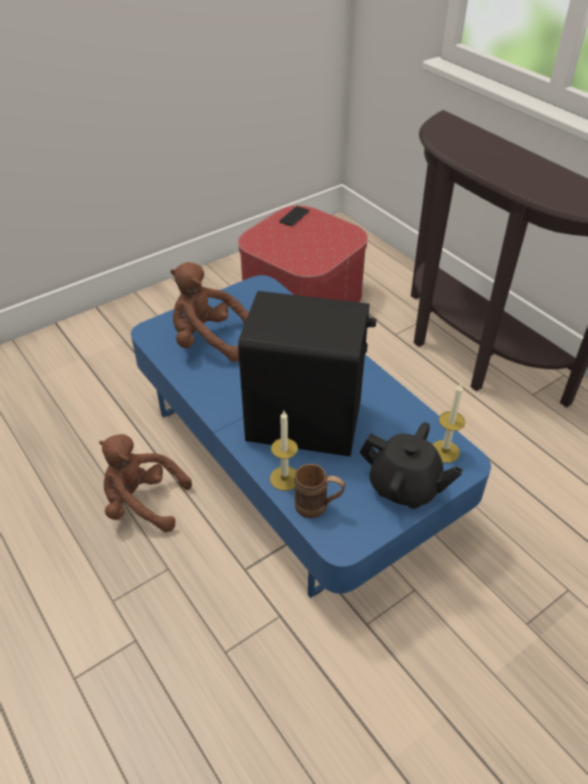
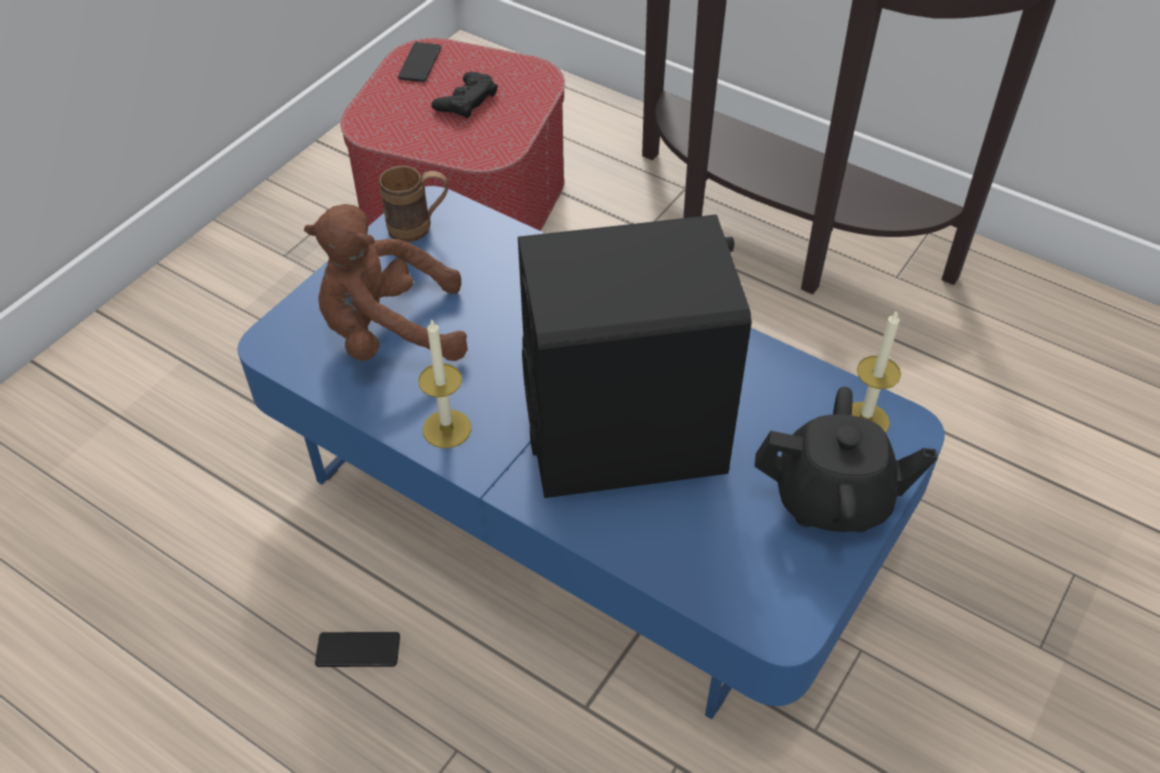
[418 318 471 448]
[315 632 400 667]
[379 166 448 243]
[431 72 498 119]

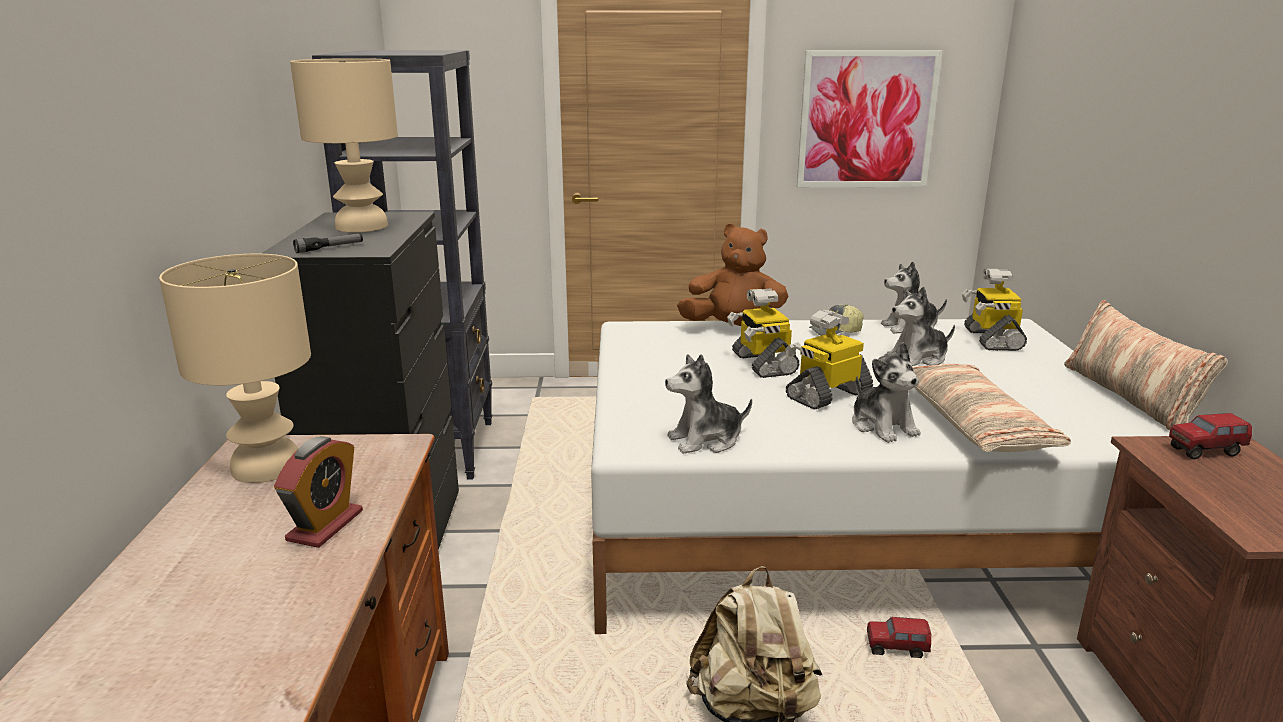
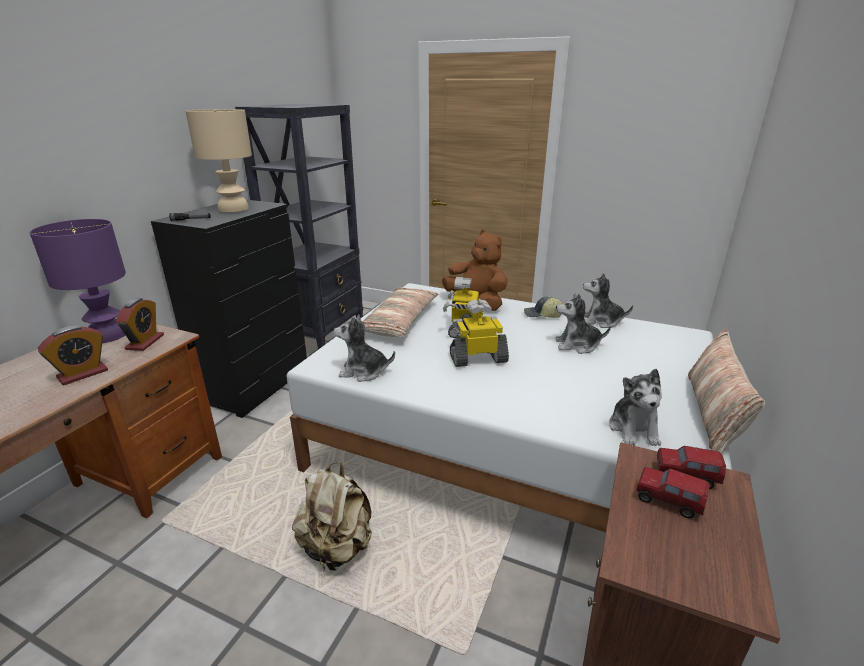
[797 50 943 187] (first image)
[30 219 126 343]
[962 269 1027 351] (first image)
[609 369 662 446]
[363 287 438 337]
[637 467 710 519]
[116 298 164 351]

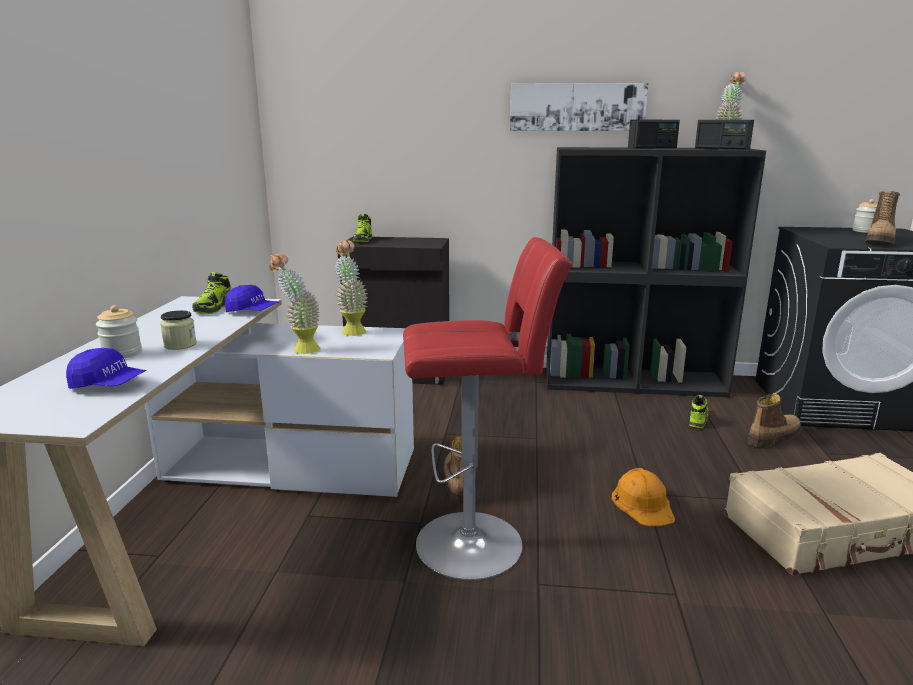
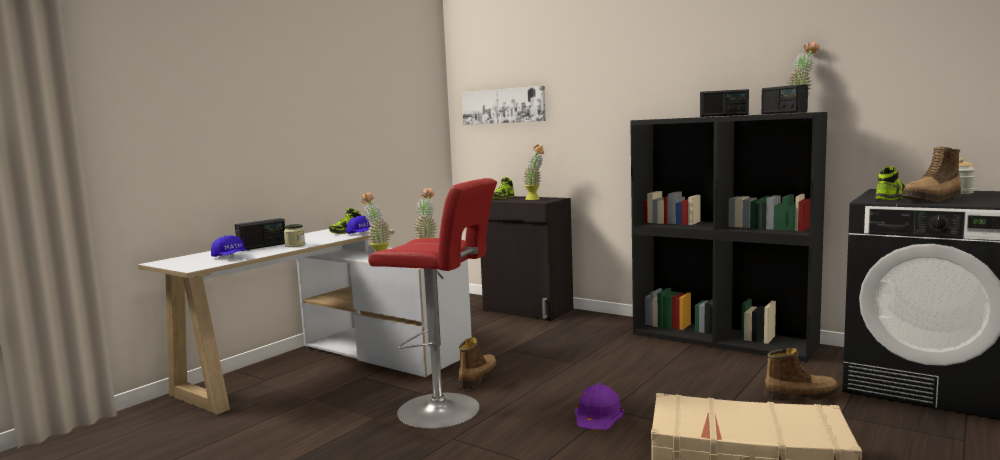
[462 86 546 125]
[235 218 285 251]
[876 166 906 200]
[575 383 624 430]
[523 145 544 200]

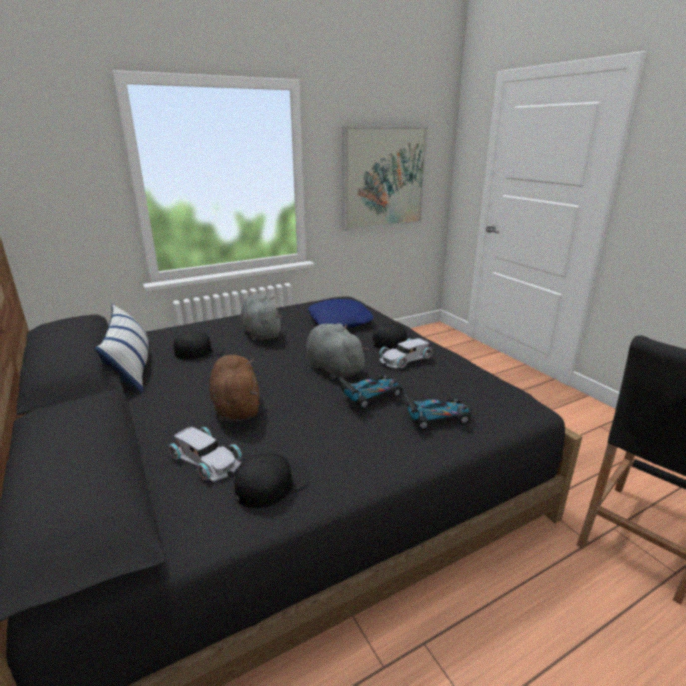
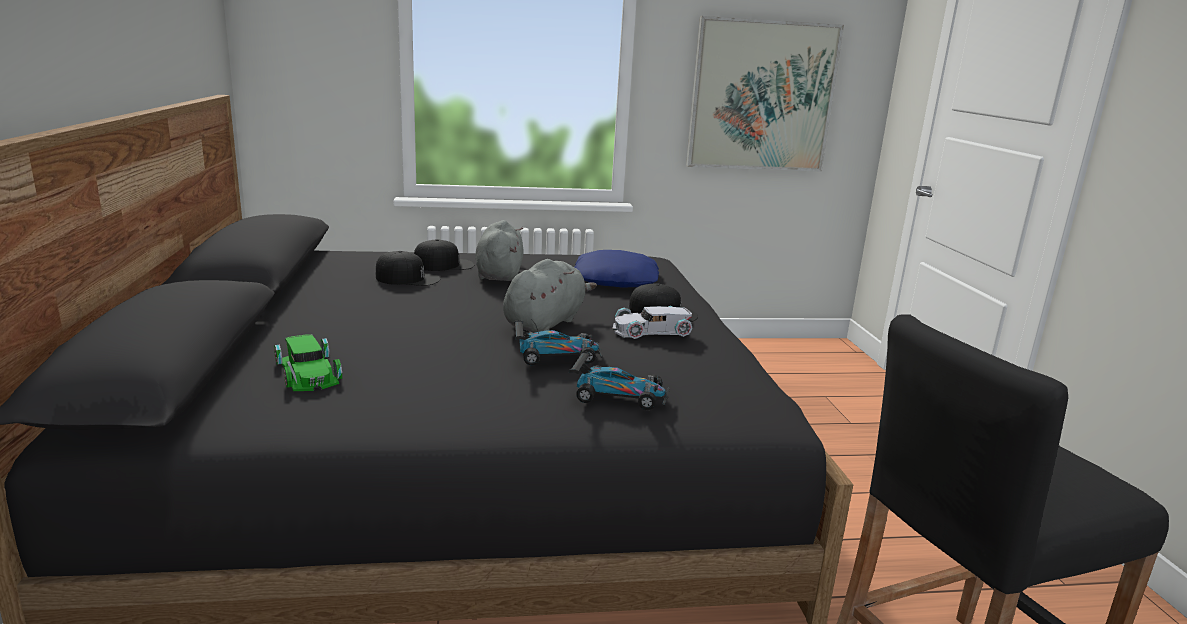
[95 304 149 393] (first image)
[503 259 597 333]
[209 355 259 422] (first image)
[274 334 342 391]
[414 239 474 271]

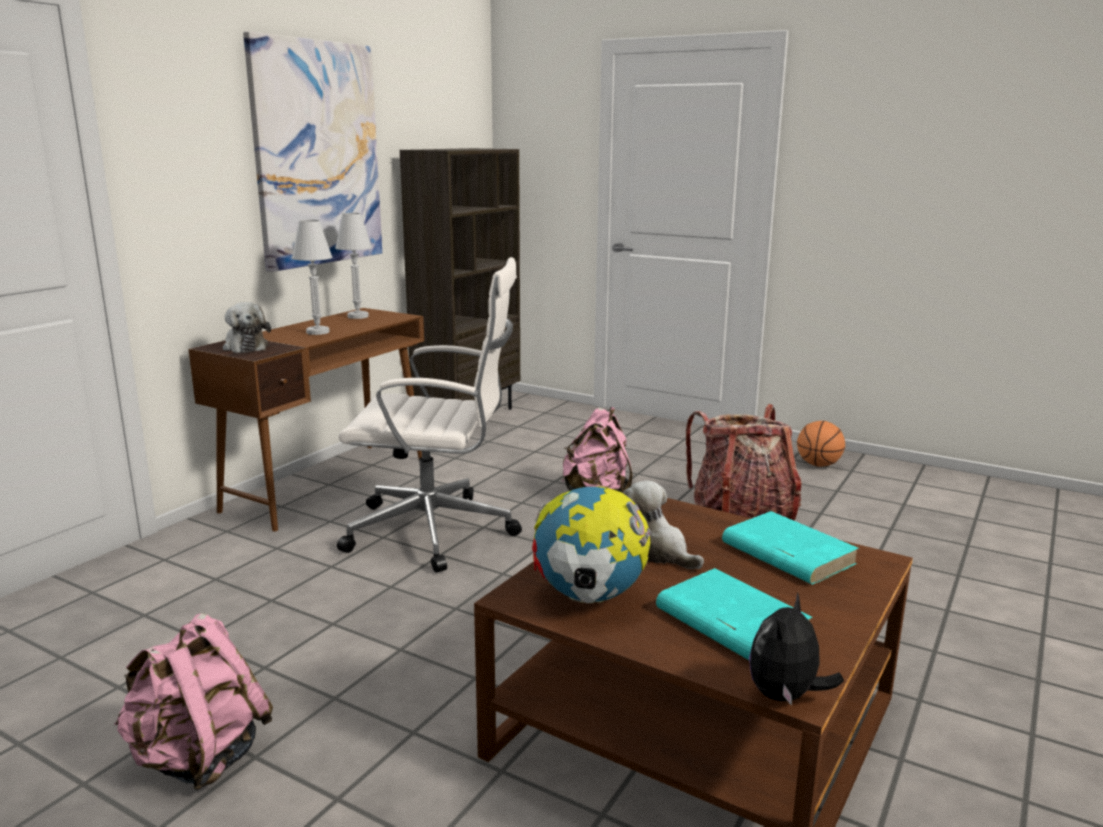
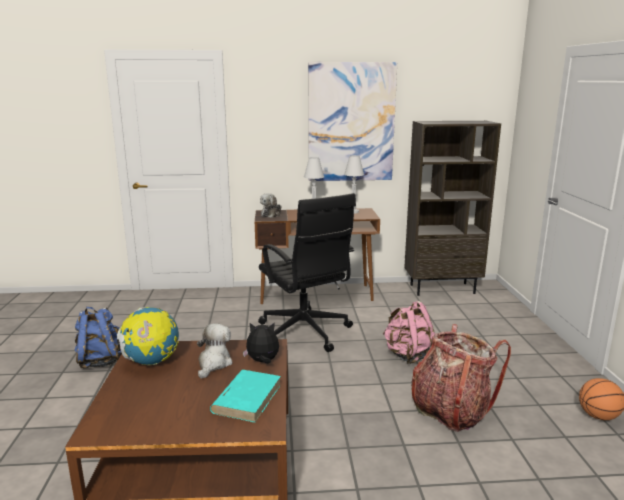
[258 193 356 352]
[656 568 813 660] (first image)
[243 323 279 364]
[75 307 122 369]

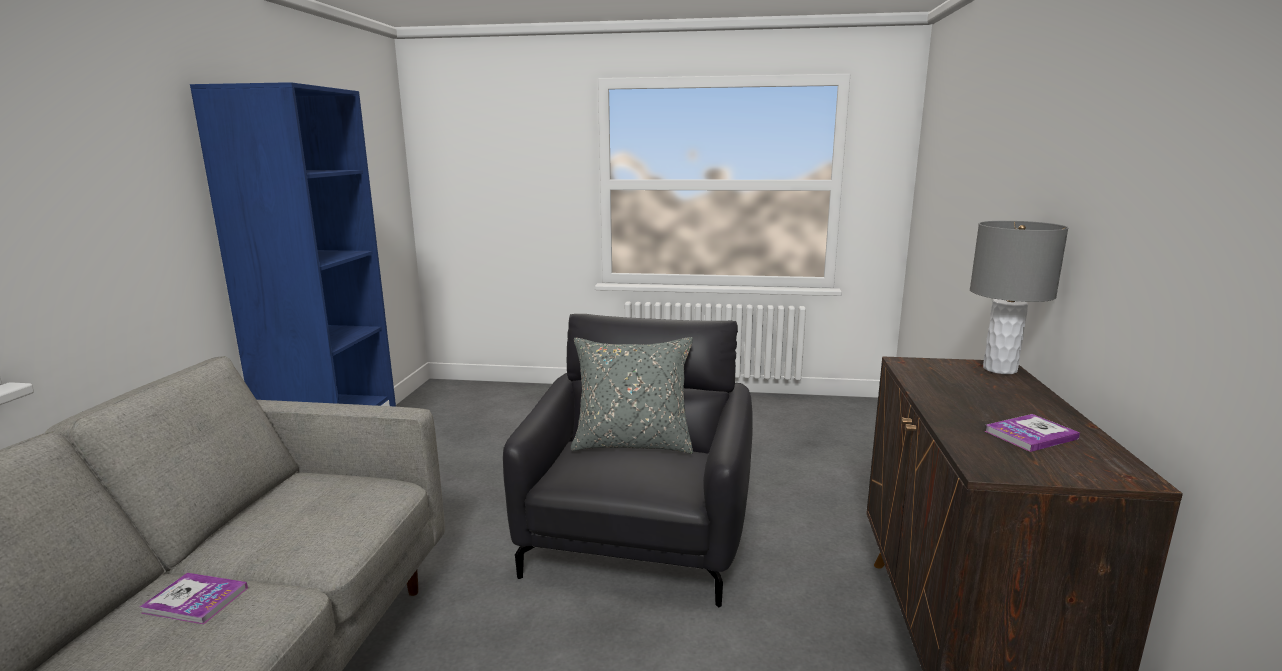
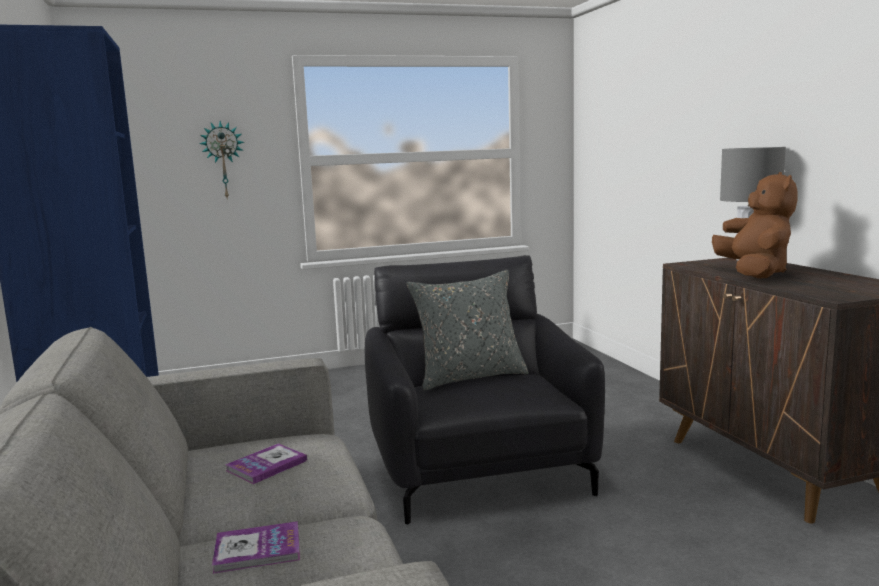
[225 443 307 484]
[199 121 244 200]
[712 172 797 279]

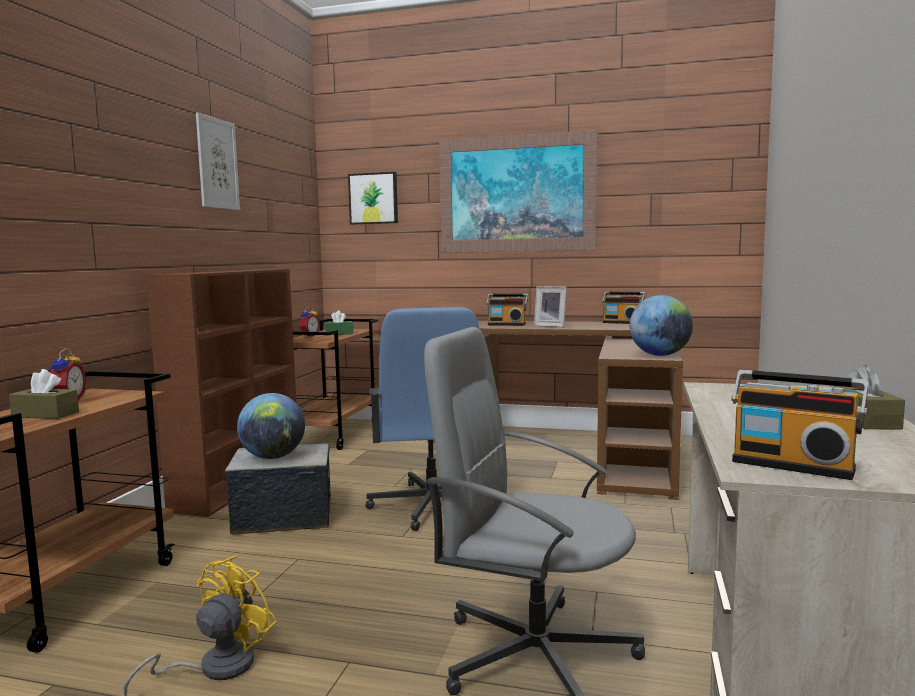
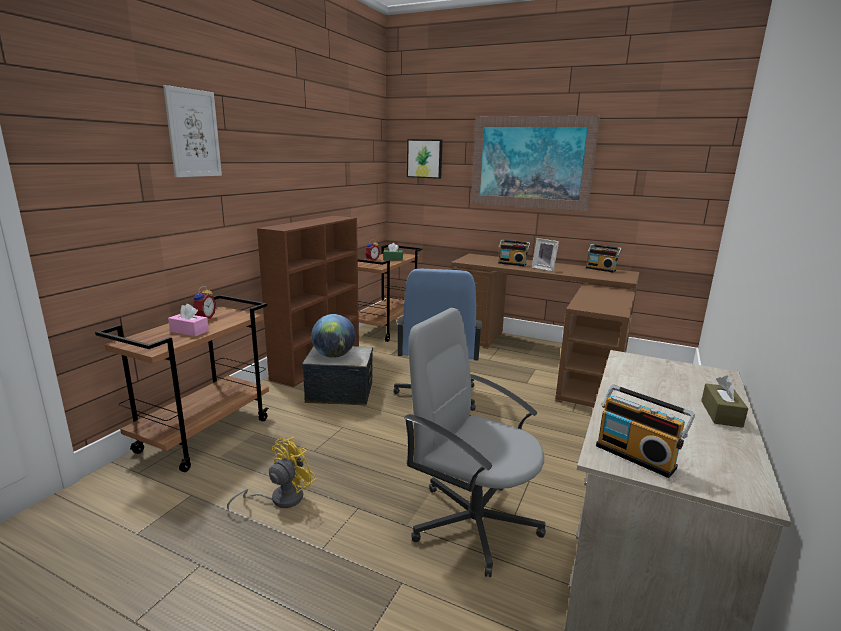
[163 85 222 177]
[630 295 693 356] (first image)
[168 304 209 336]

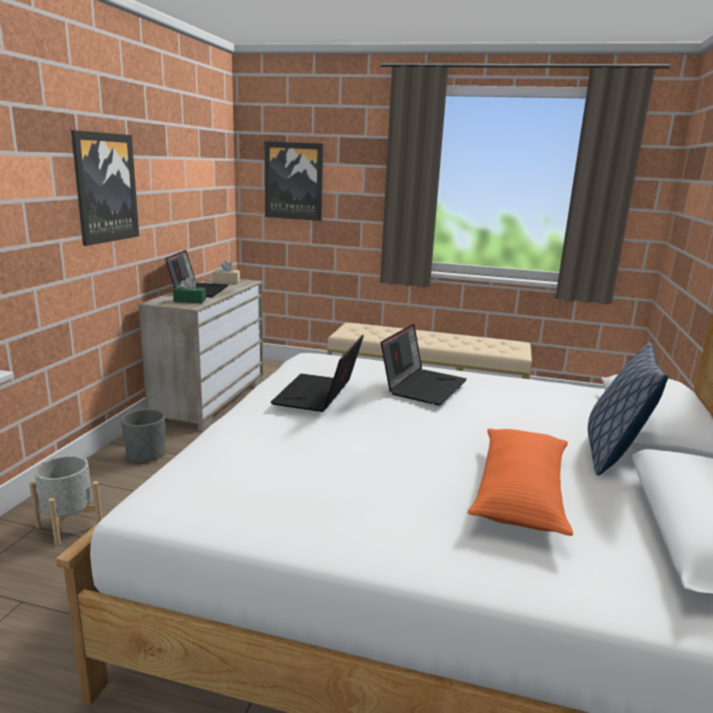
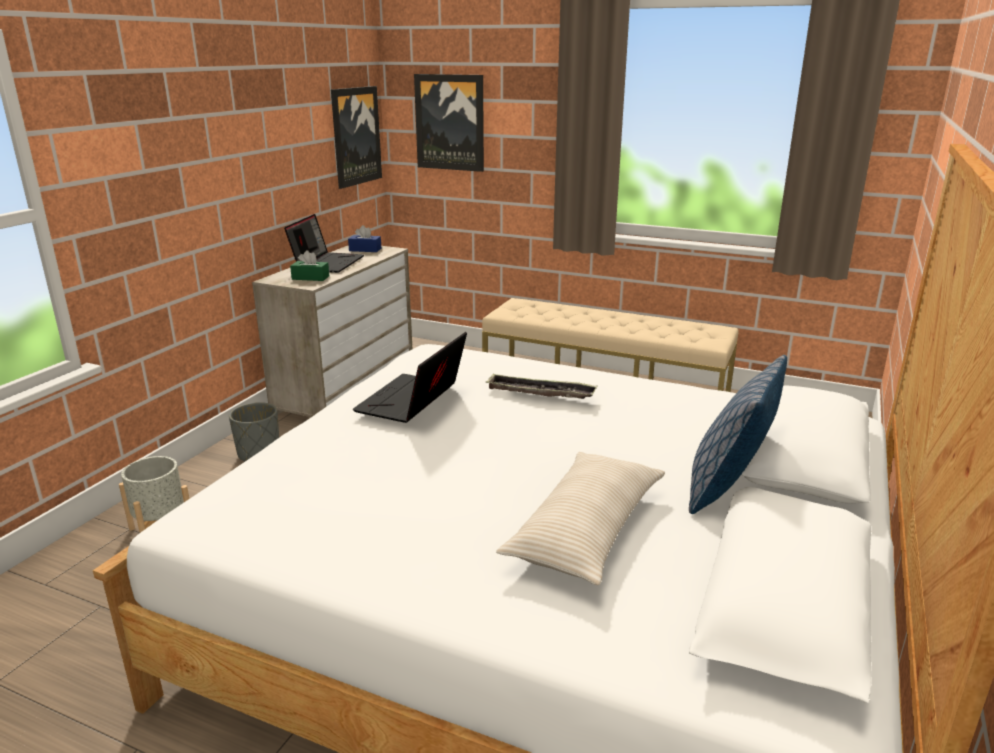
[331 86 382 189]
[348 225 381 252]
[486 373 597 399]
[496 452 665 585]

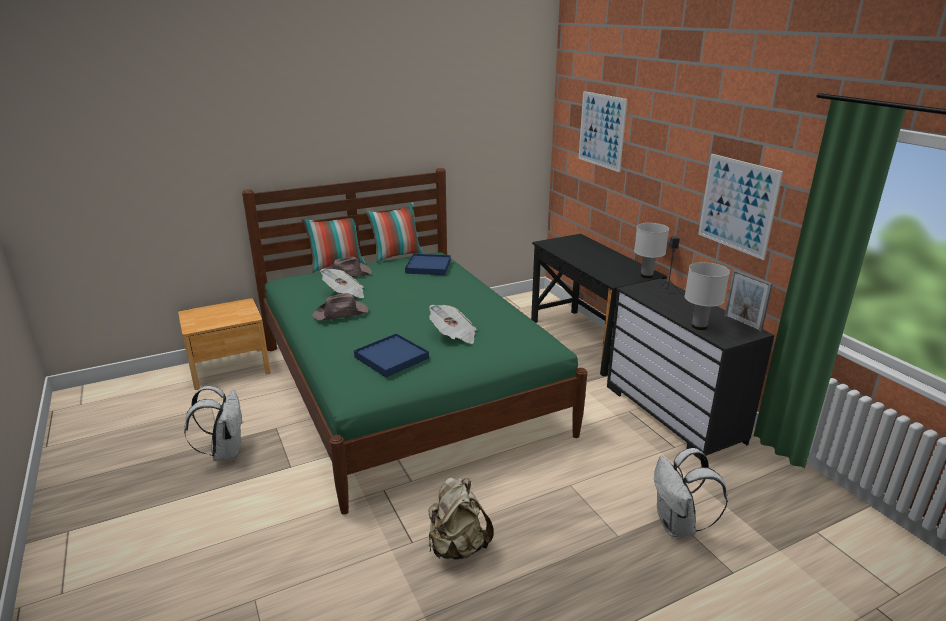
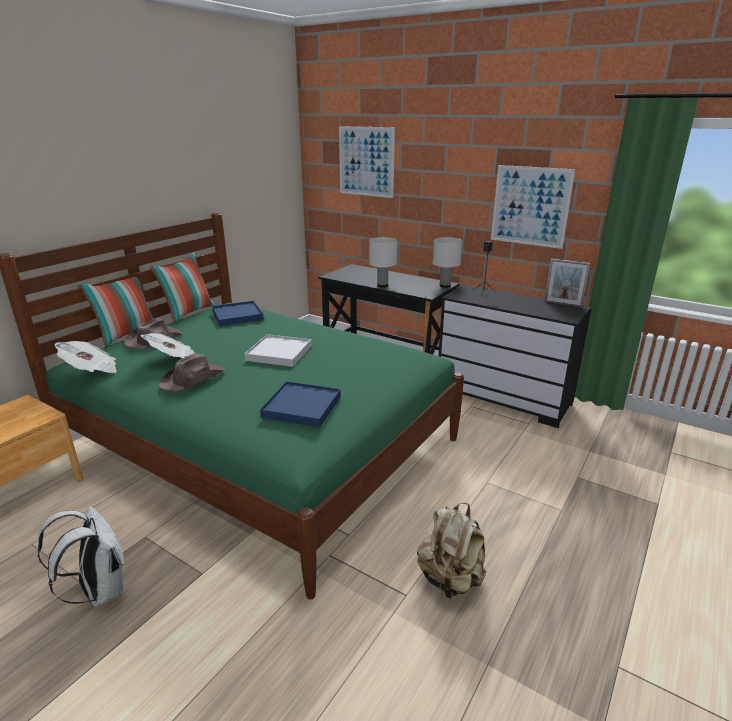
[369 237 397 287]
[55 341 117 373]
[654 448 728 537] (first image)
[245 334 312 367]

